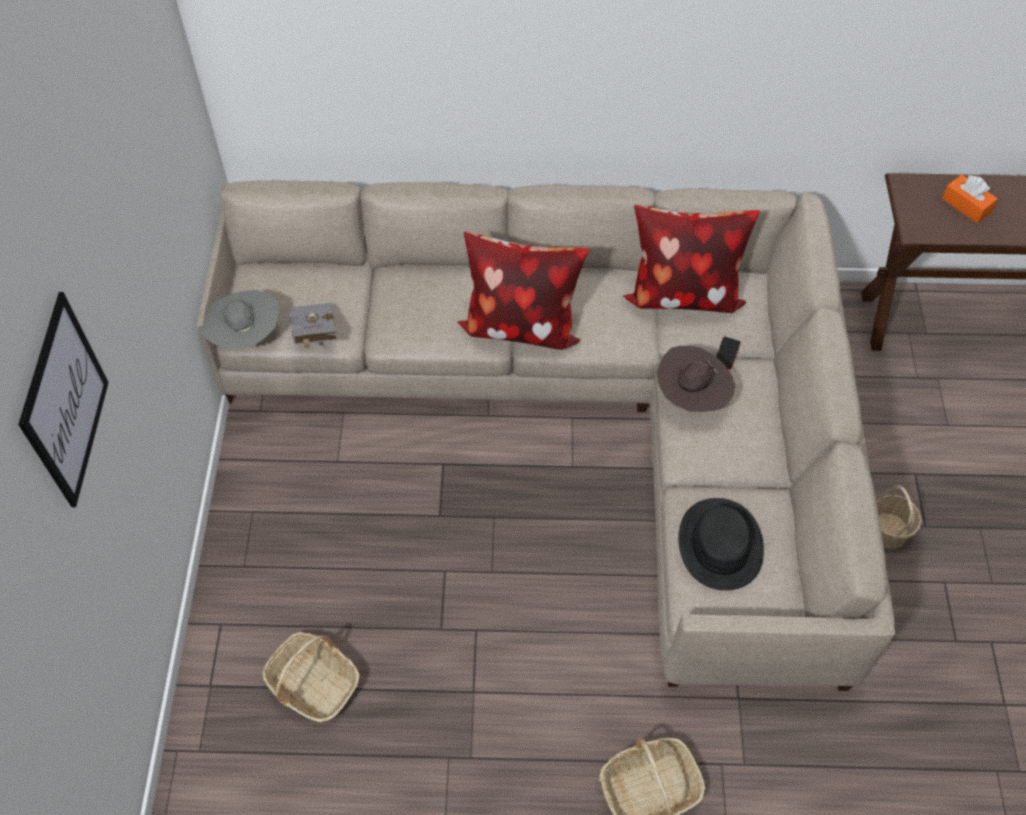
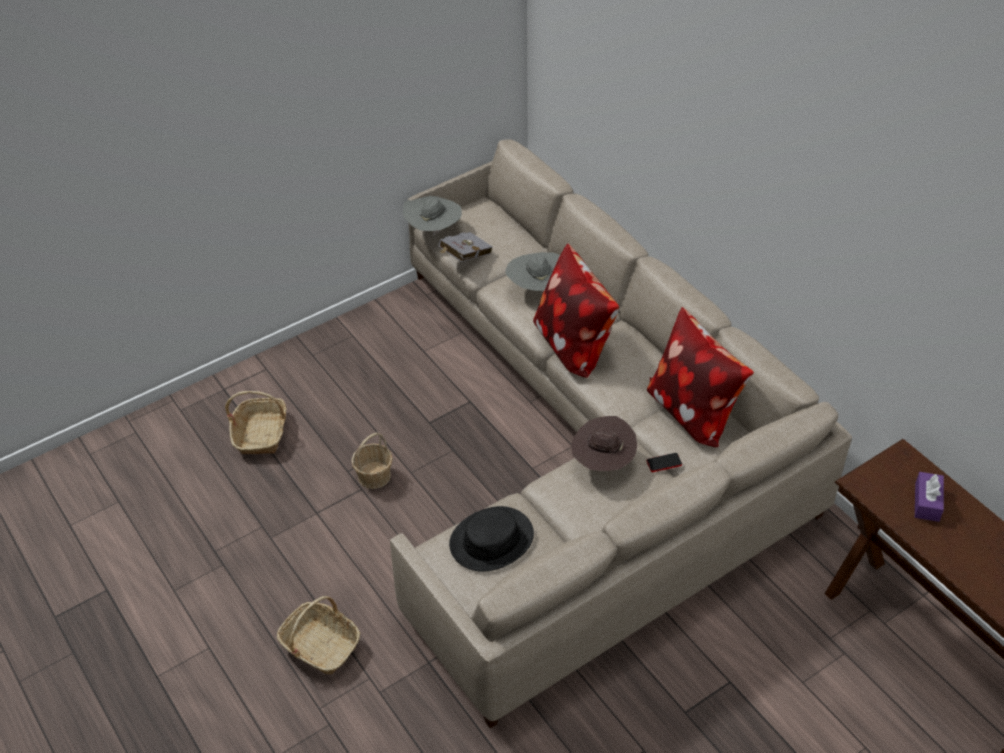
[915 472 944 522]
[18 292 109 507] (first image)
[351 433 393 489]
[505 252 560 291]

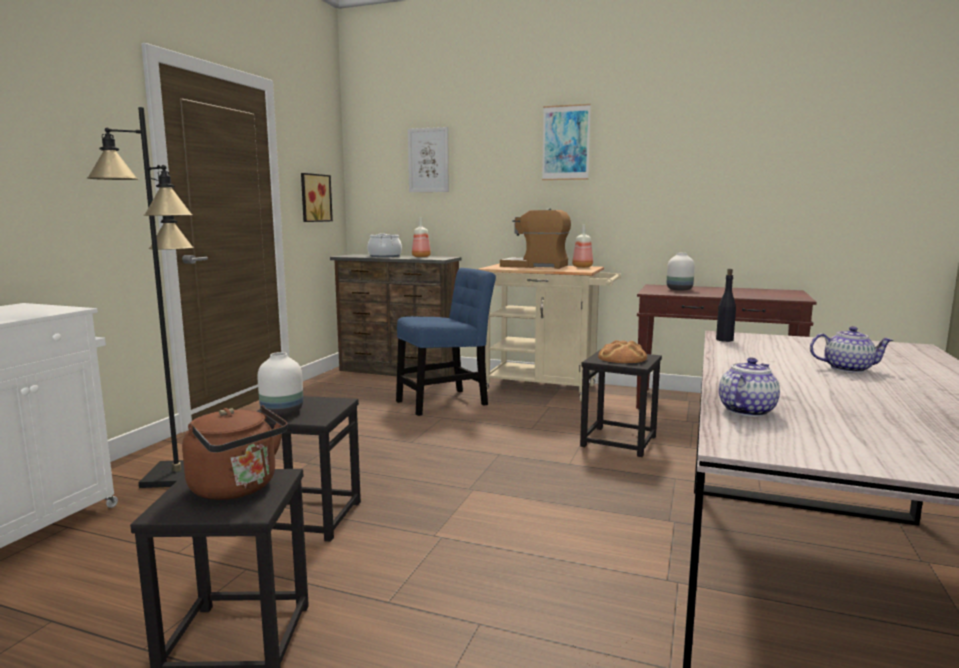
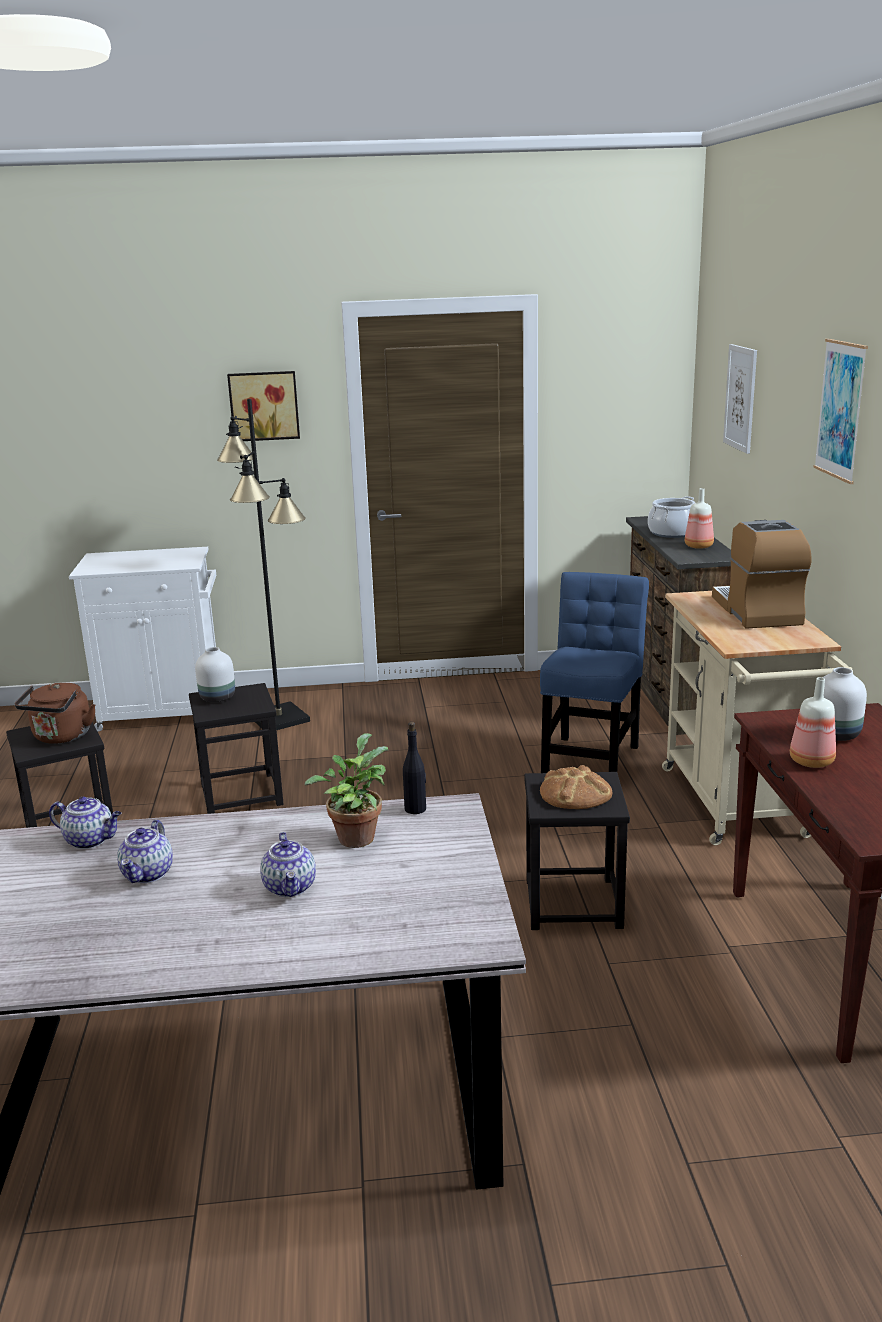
[227 371 300 441]
[790 677 836 768]
[540 572 649 773]
[305 733 388 848]
[117 820 173 883]

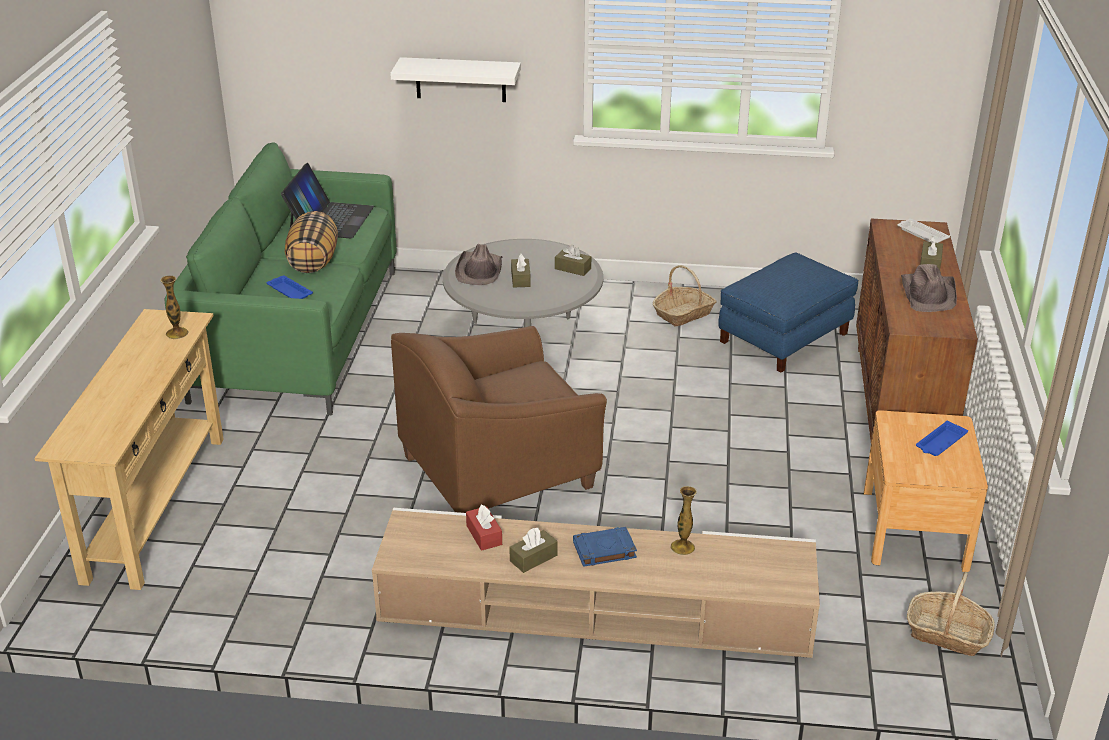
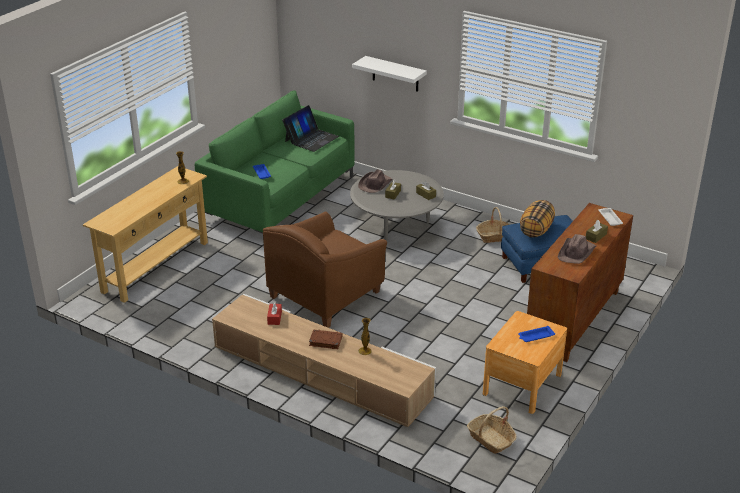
[520 200 555 237]
[263 212 387 328]
[309 330 343 349]
[509 528 558 573] (first image)

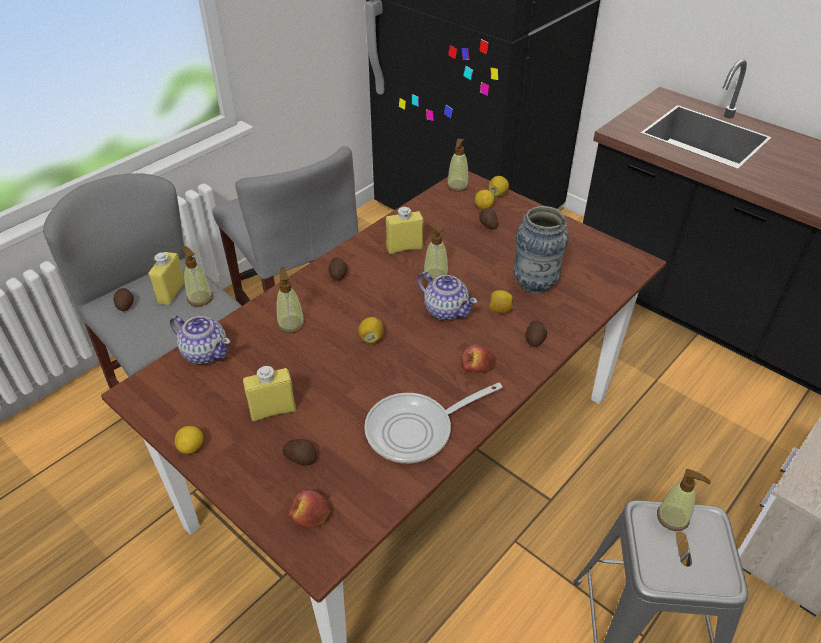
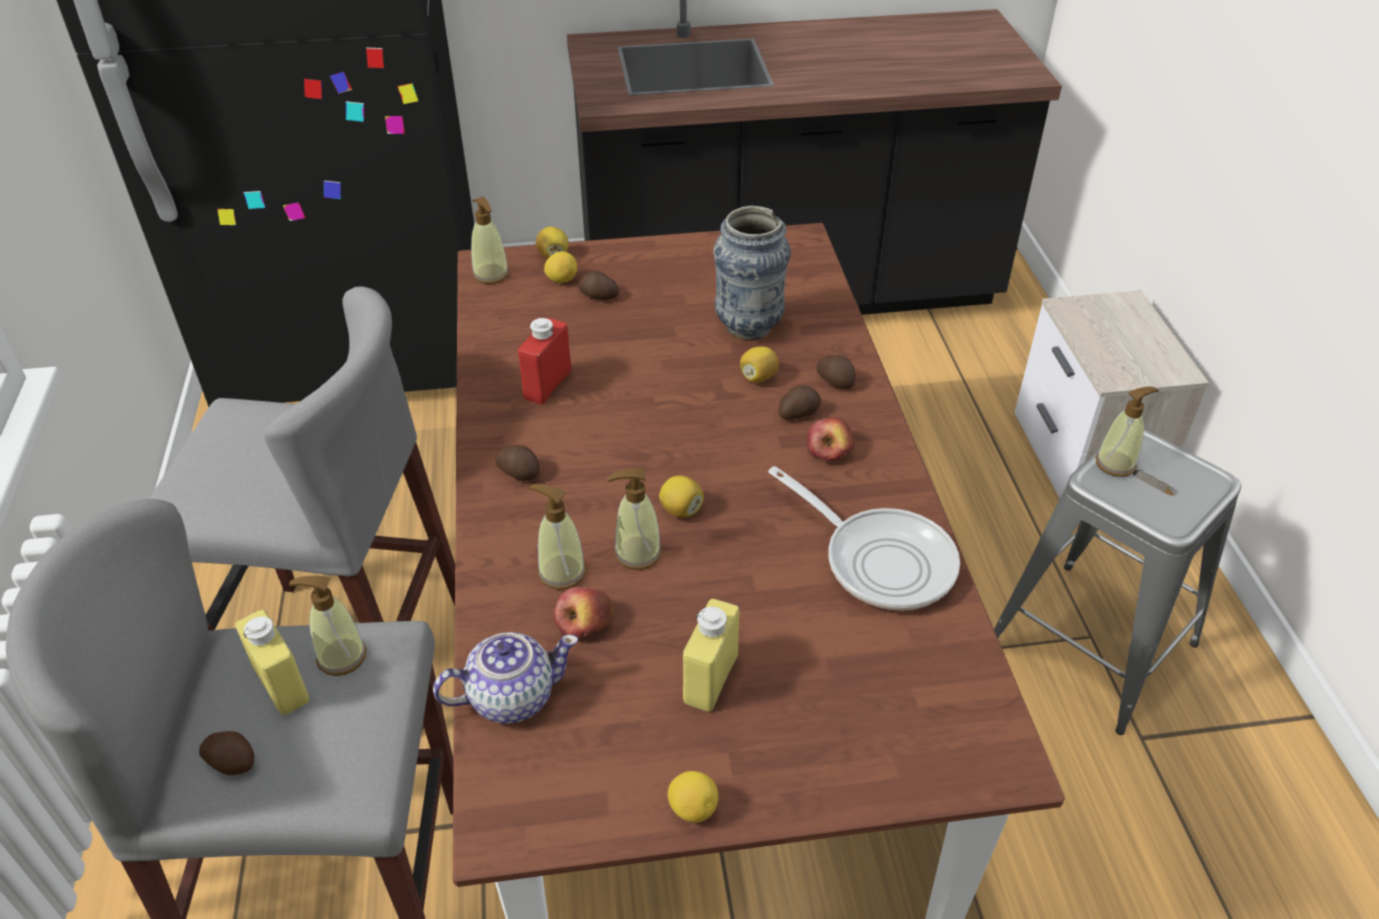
[518 318 572 405]
[608 468 662 570]
[417 272 478 320] (first image)
[768 466 960 610]
[778 385 821 420]
[554 587 613 639]

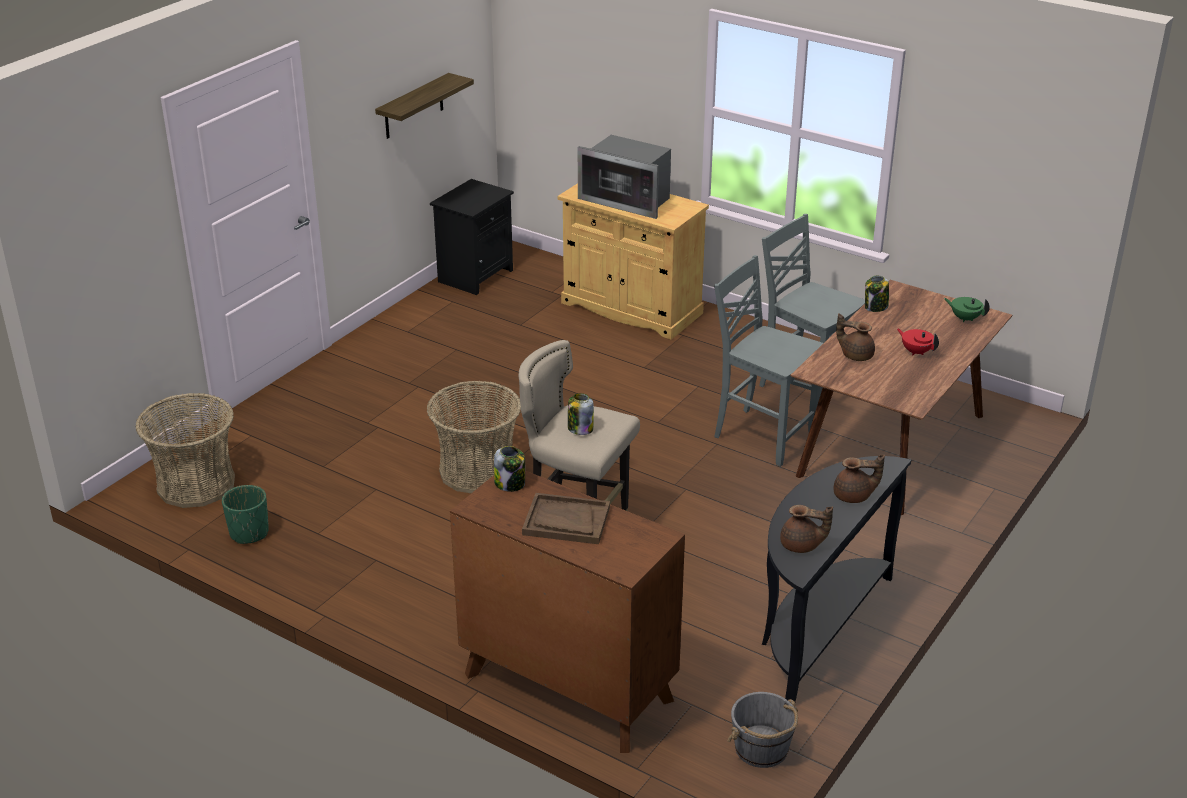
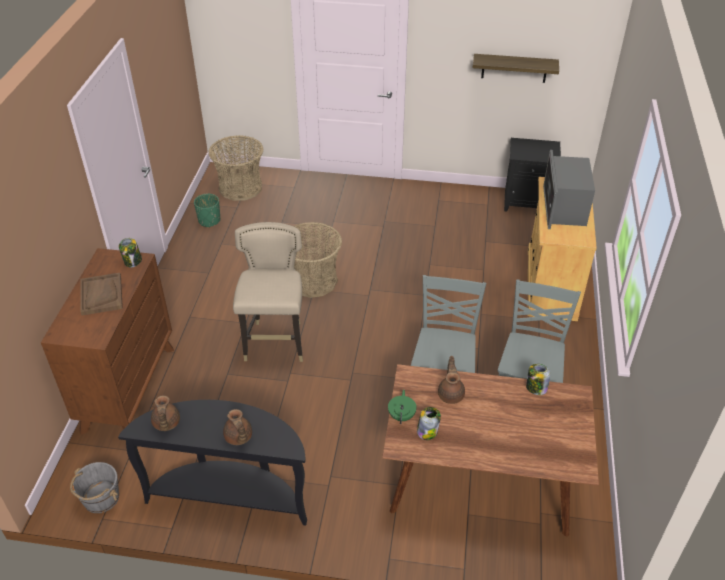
[388 390 417 424]
[897 328 939 355] (first image)
[417 407 441 440]

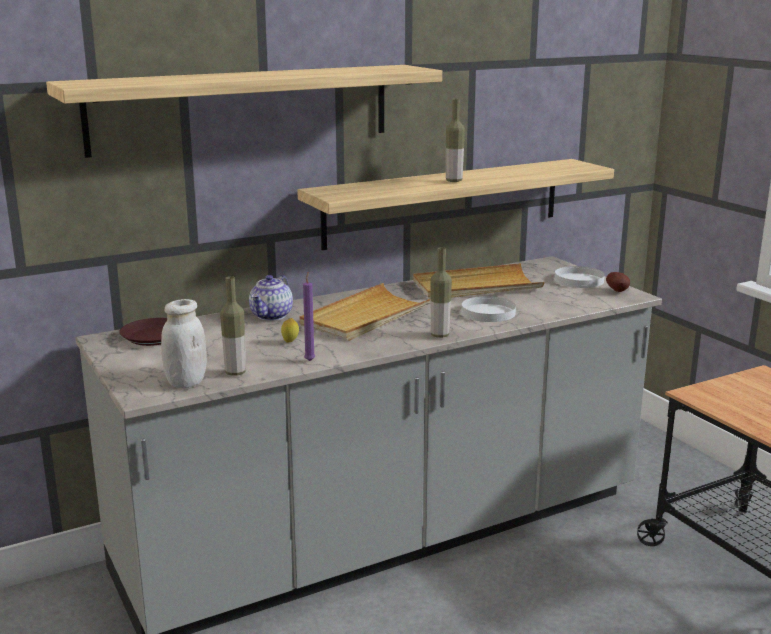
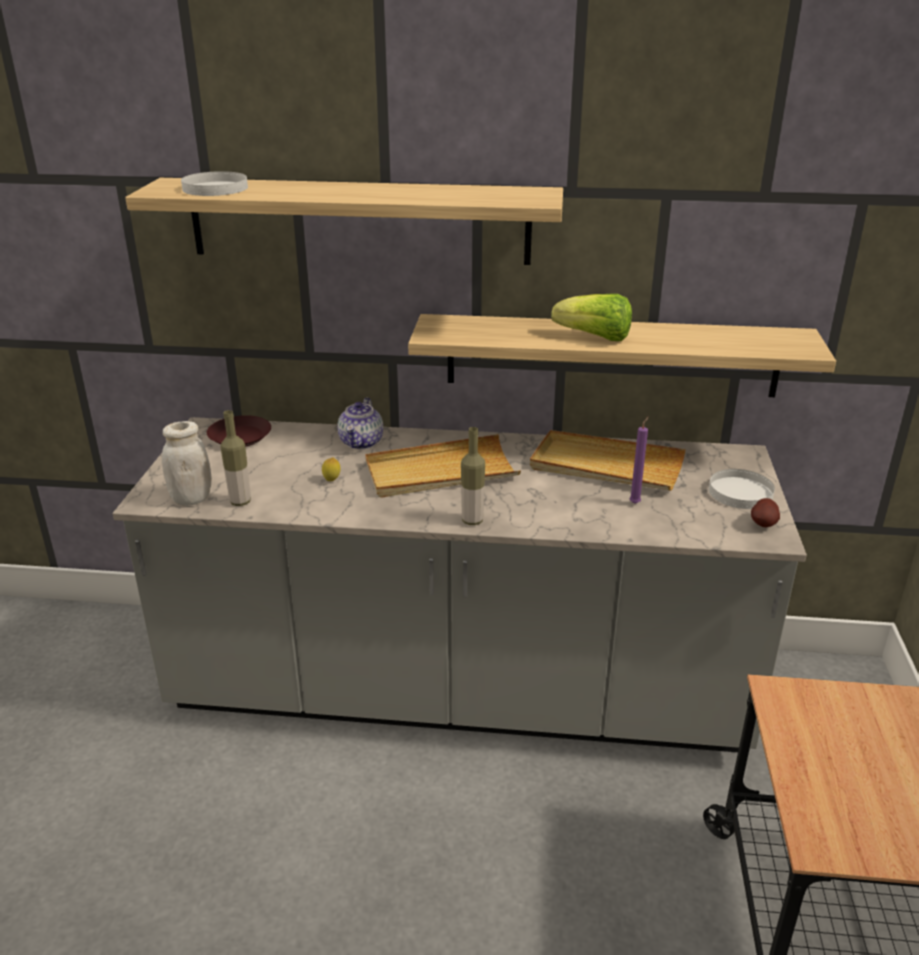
[551 294 632 341]
[630 416 649 504]
[337 397 383 449]
[181 171 248 196]

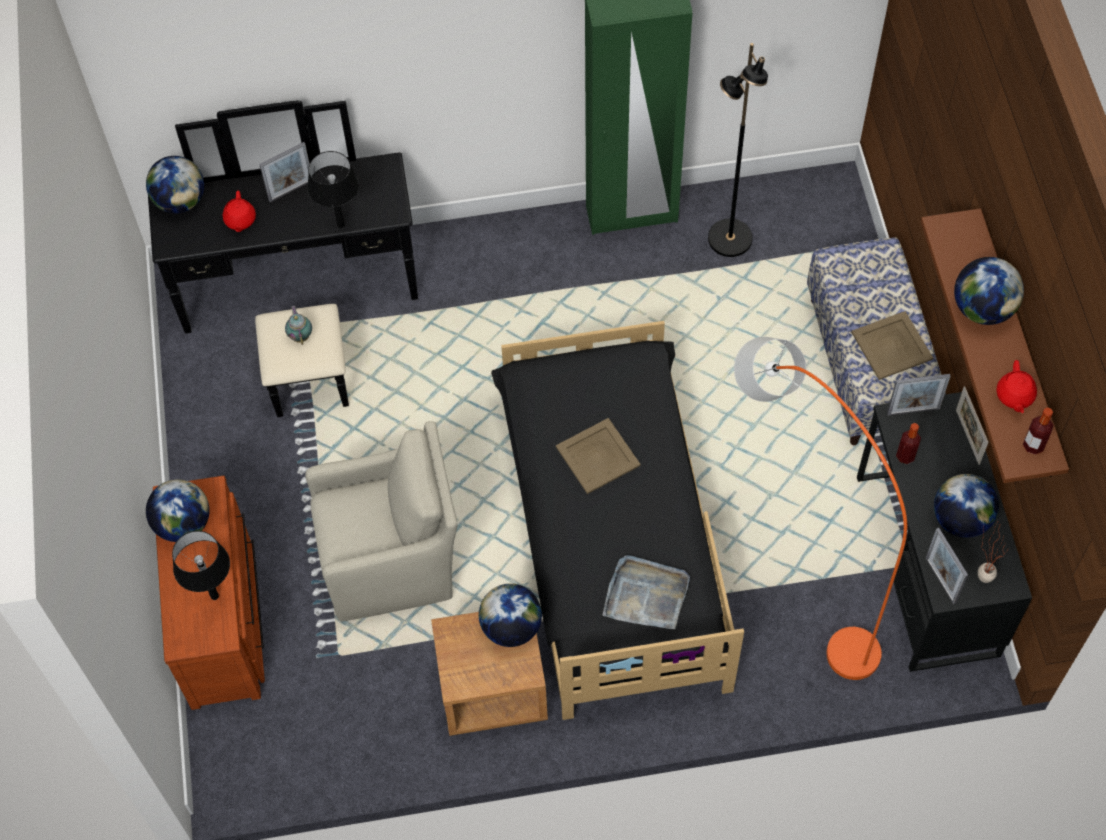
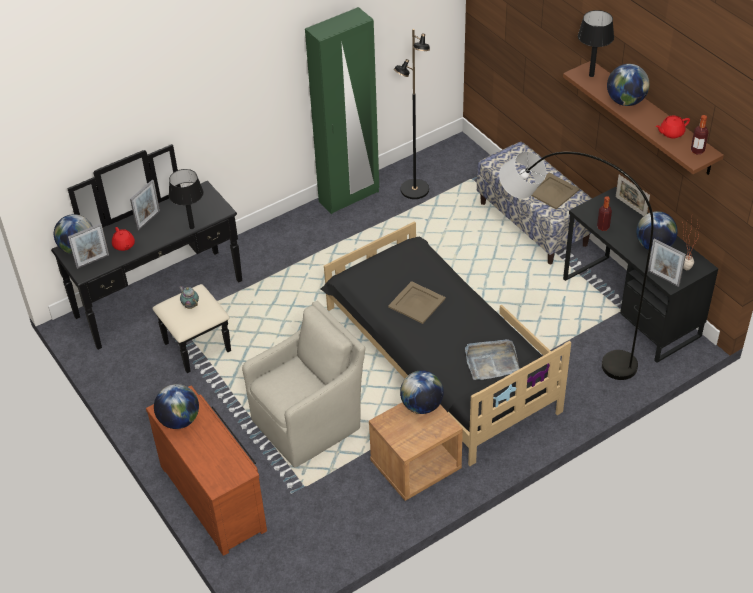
[499 152 654 380]
[656 116 690 138]
[68 223 109 269]
[578 10 614 77]

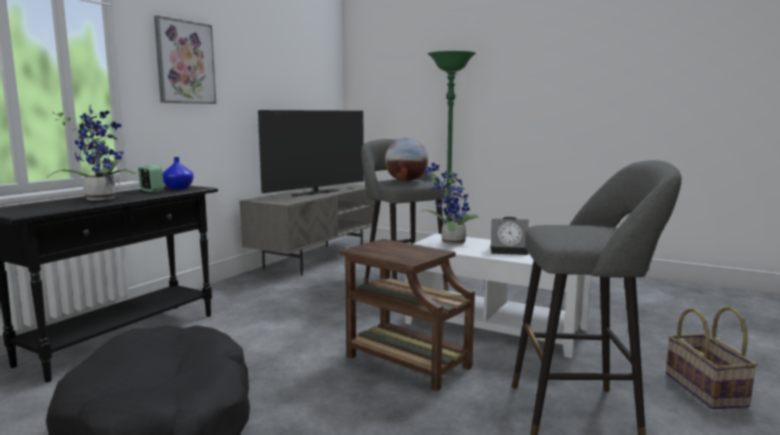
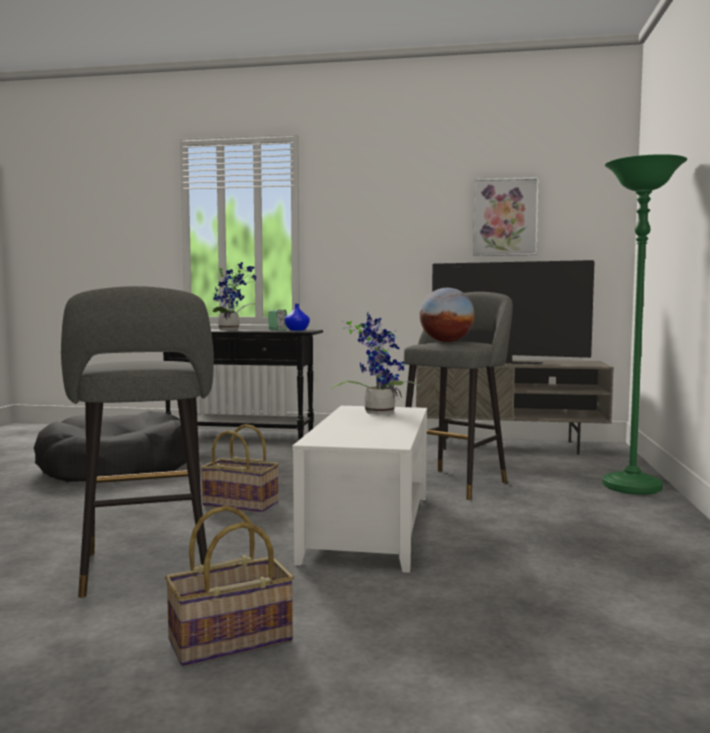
[473 177 539 256]
[491 217 529 255] (first image)
[201 424 279 512]

